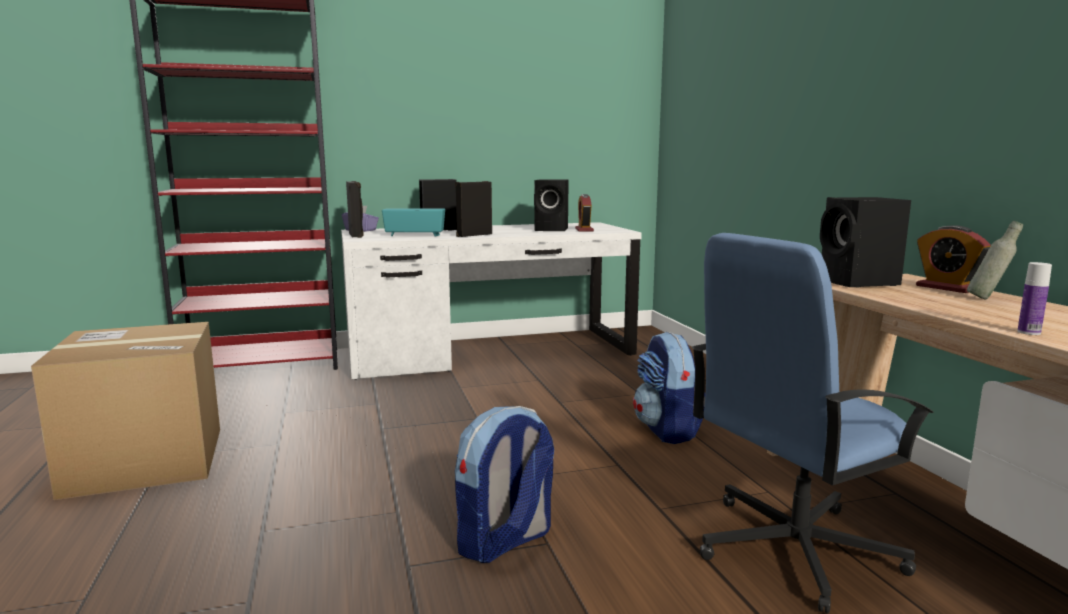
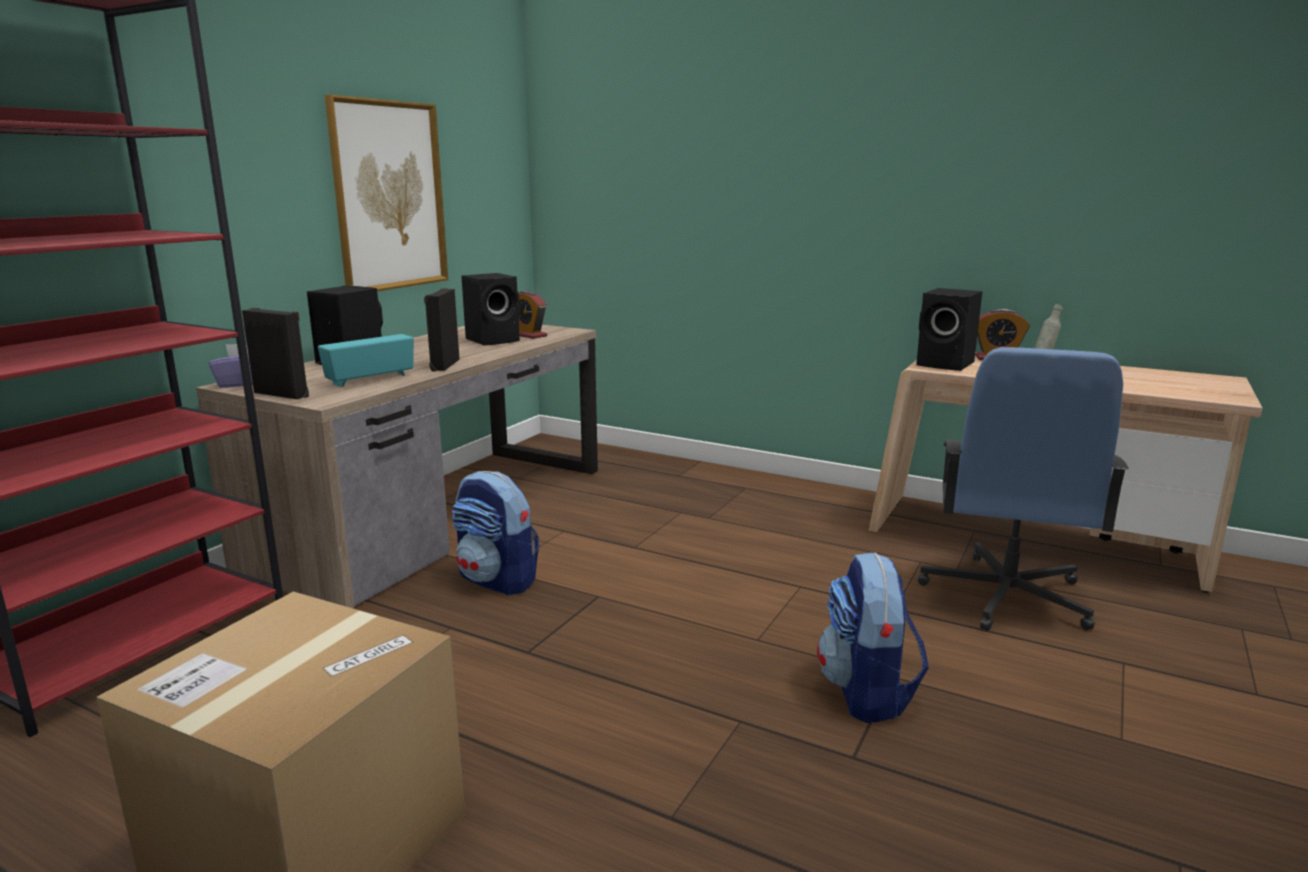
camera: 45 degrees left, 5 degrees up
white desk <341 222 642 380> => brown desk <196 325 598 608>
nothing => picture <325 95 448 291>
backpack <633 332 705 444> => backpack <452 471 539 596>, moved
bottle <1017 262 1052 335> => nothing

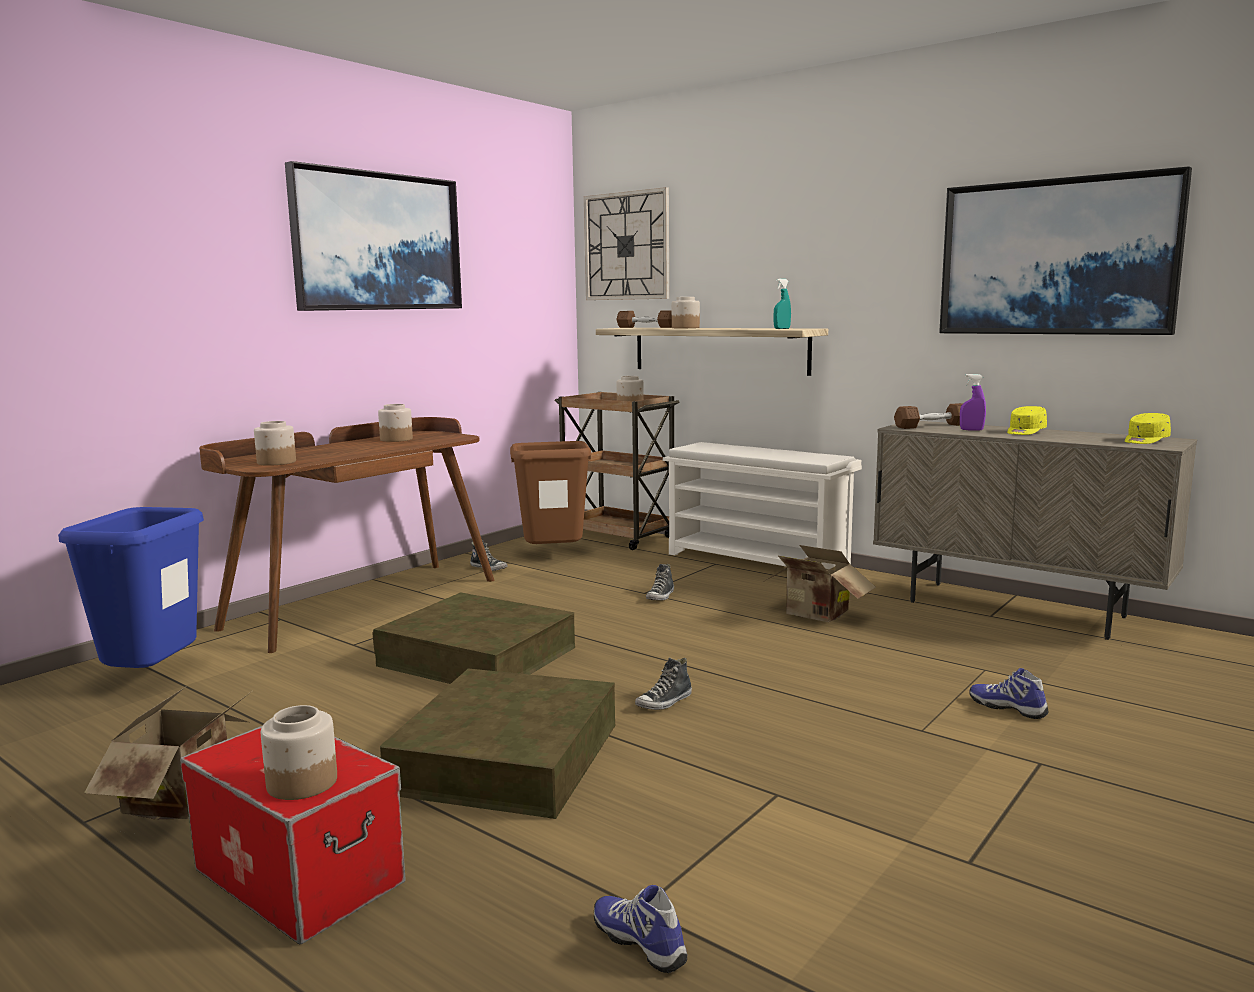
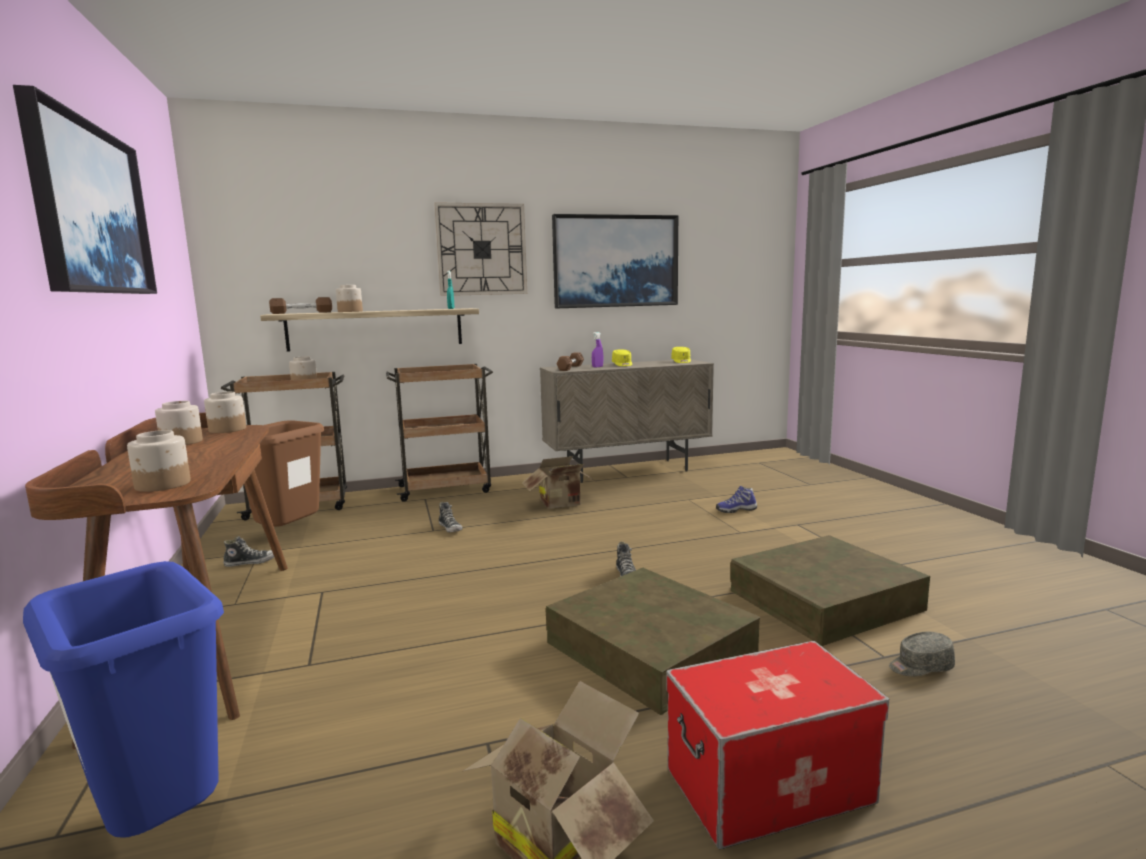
camera: 55 degrees left, 0 degrees up
jar <261 705 337 800> => jar <204 392 246 433>, moved
white shoe rack <663 442 862 569> => brown cart <386 364 493 502>
wall clock <584 187 669 300> => wall clock <434 202 527 296>, moved
brown storage box <373 592 575 684> => brown storage box <730 535 930 646>, moved
shoe <594 885 687 973> => grey cap <889 632 955 676>

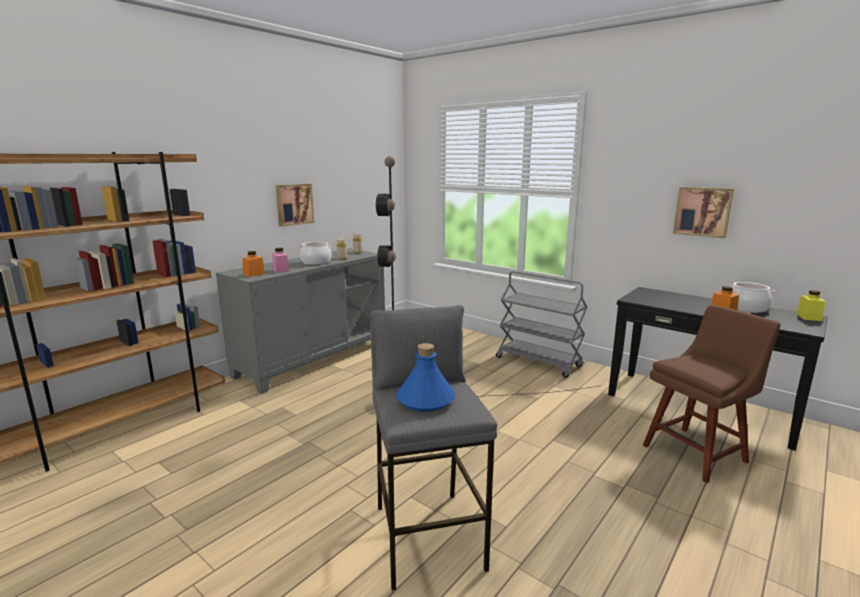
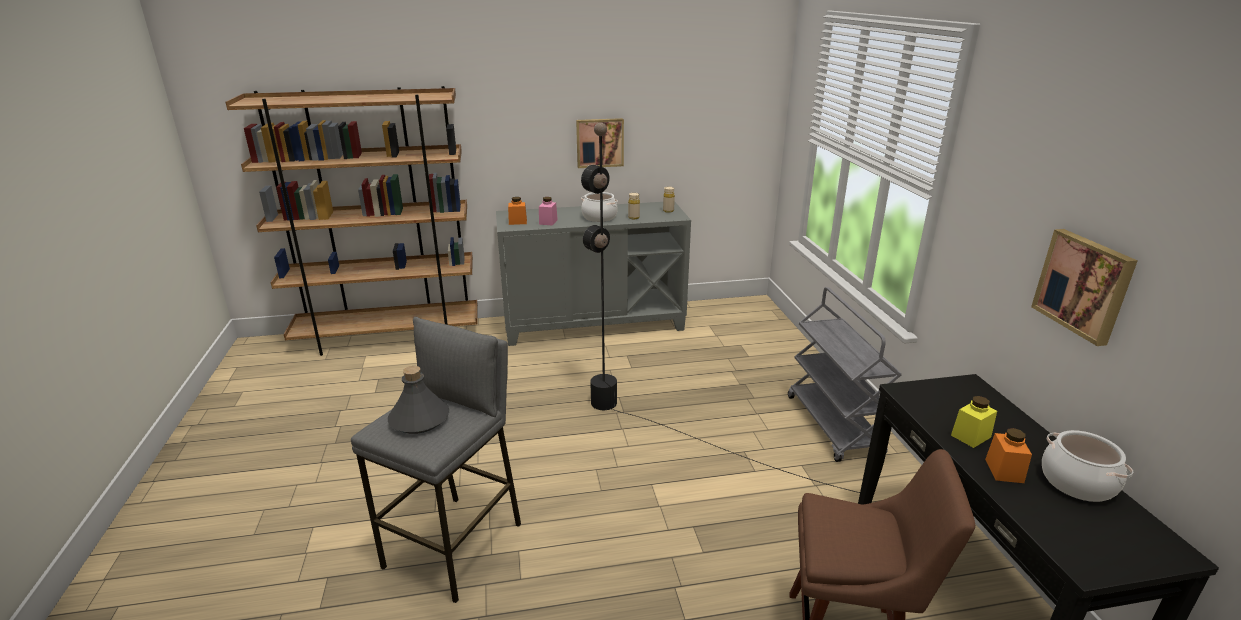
camera: 40 degrees right, 10 degrees up
blue bottle <396 343 456 412> => grey bottle <388 366 449 434>
yellow jar <796 290 826 321> => yellow jar <951 396 997 448>, moved

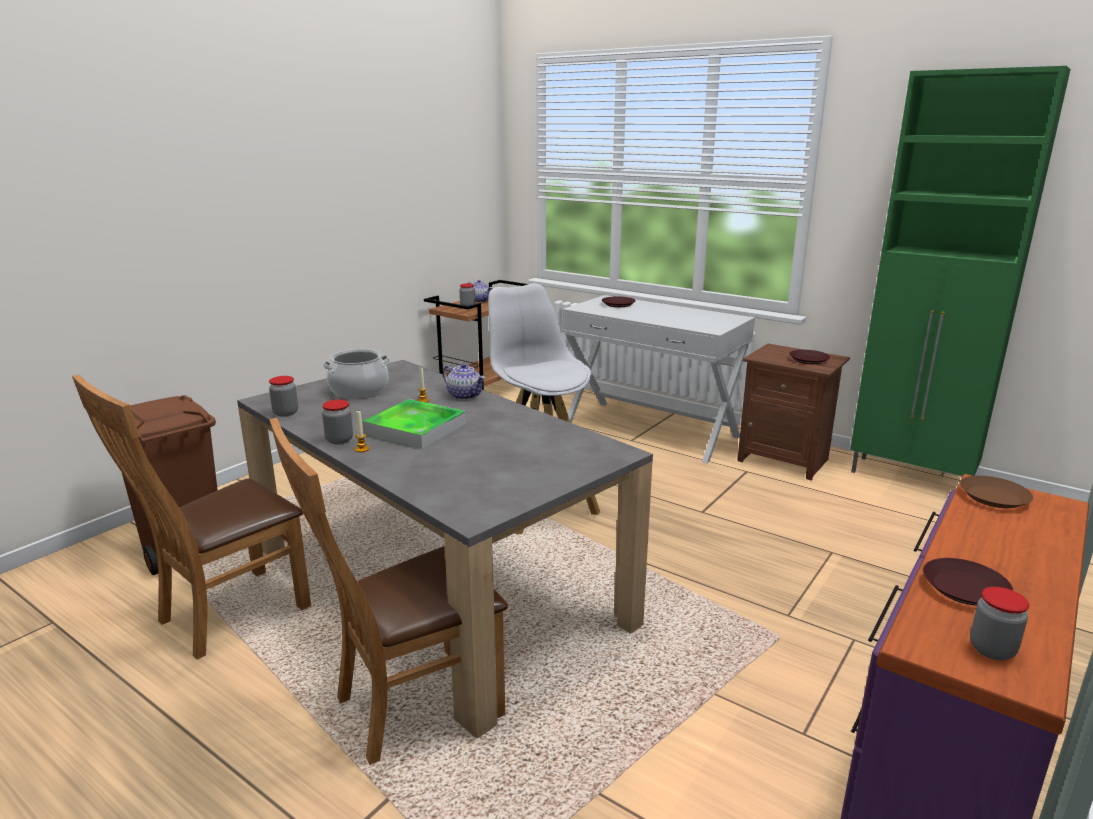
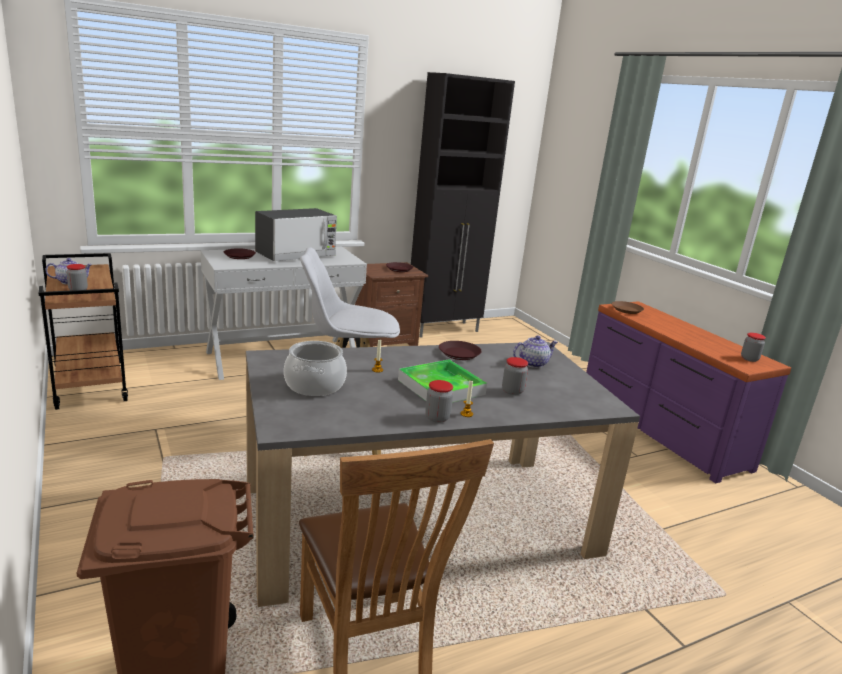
camera: 65 degrees left, 0 degrees up
nothing => microwave <255 208 337 261>
green cabinet <850 66 1071 476> => black cabinet <411 72 515 338>
brown plate <923 558 1013 606> => brown plate <439 341 482 360>, moved
jar <269 376 298 417> => jar <502 357 528 395>, moved
teapot <443 363 486 400> => teapot <513 336 558 368>, moved
brown chair <269 418 508 765> => nothing

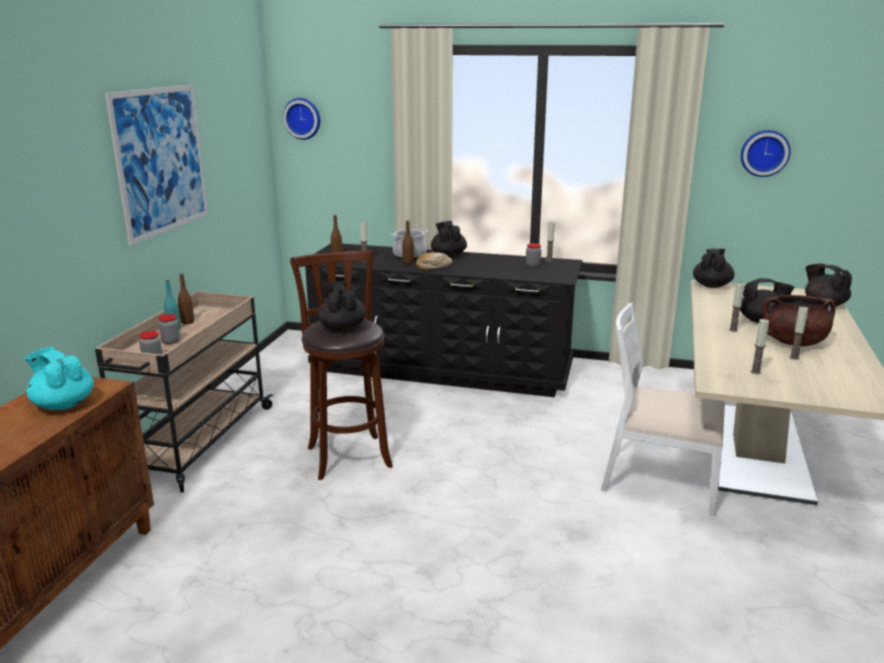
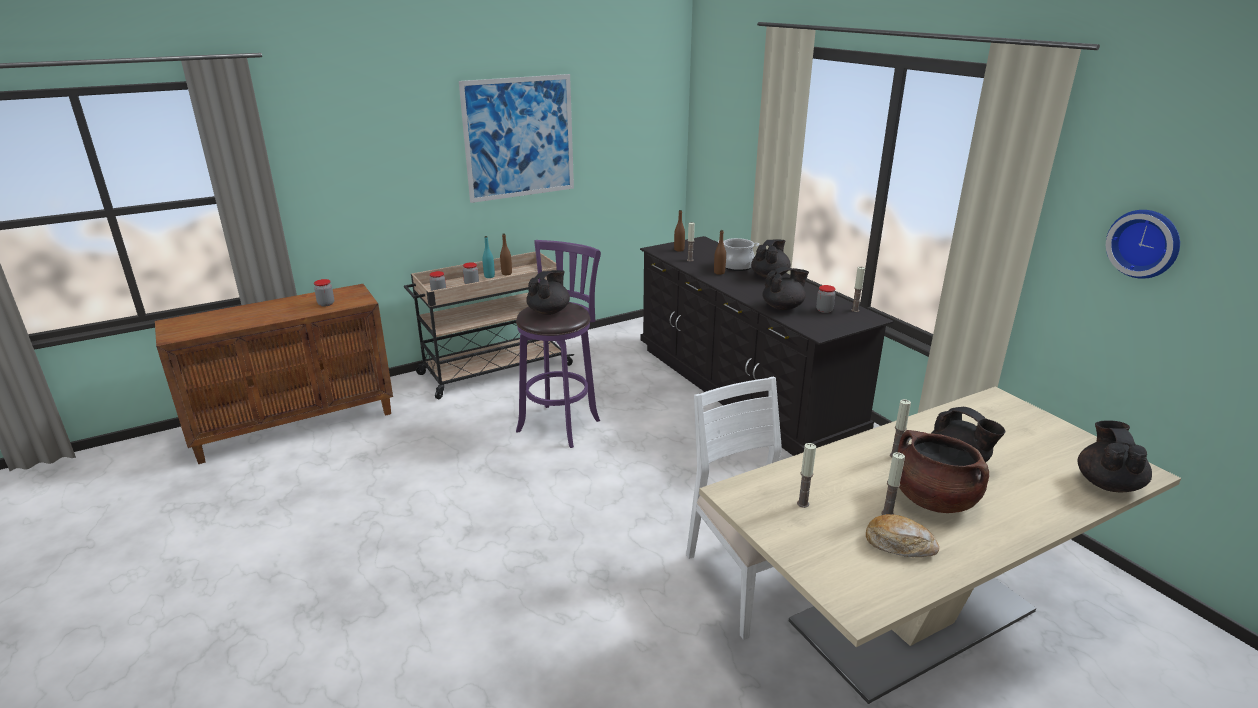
camera: 45 degrees right, 5 degrees up
turquoise teapot <24 347 94 410> => jar <314 279 334 306>
brown stool <290 250 393 480> => purple stool <516 240 601 448>
black teapot <693 249 735 288> => black teapot <763 267 809 310>, moved
bread <416 252 453 270> => bread <866 514 939 557>, moved
wall clock <283 98 320 140> => nothing

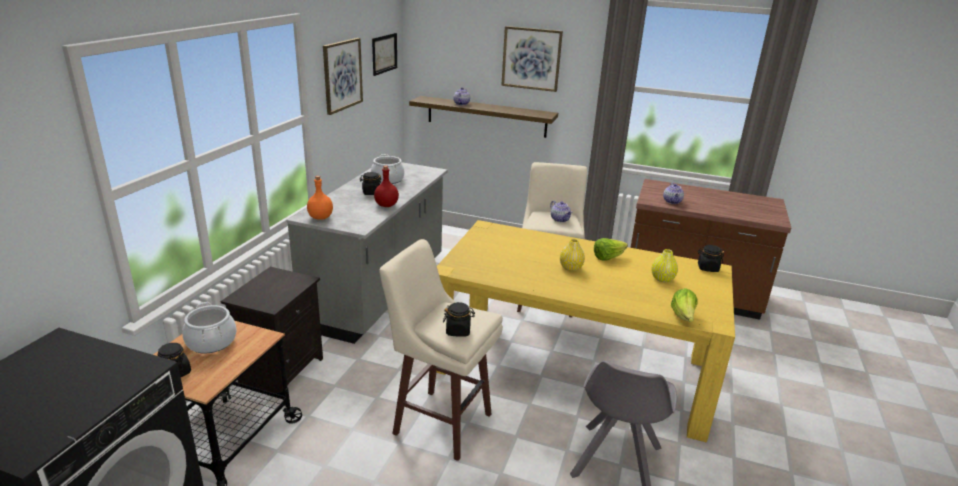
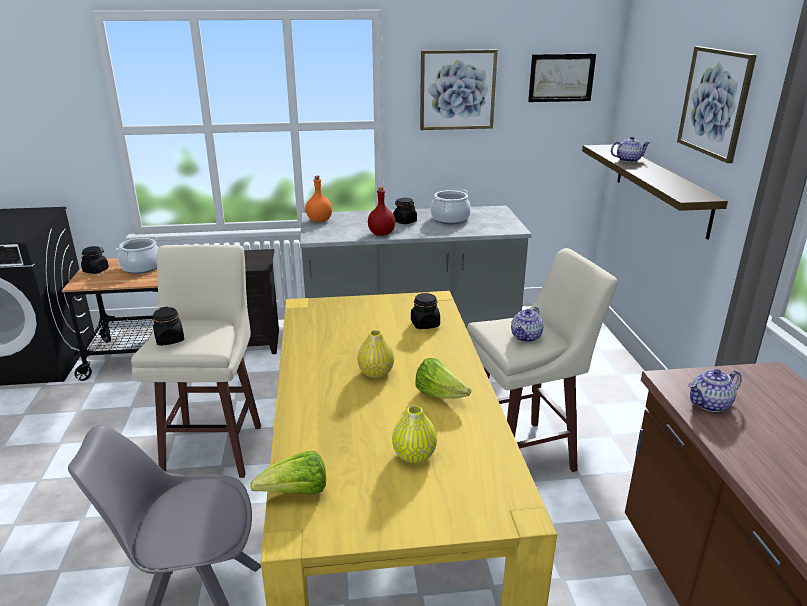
camera: 65 degrees right, 0 degrees up
black jar <698 245 724 272> => black jar <411 293 440 329>, moved

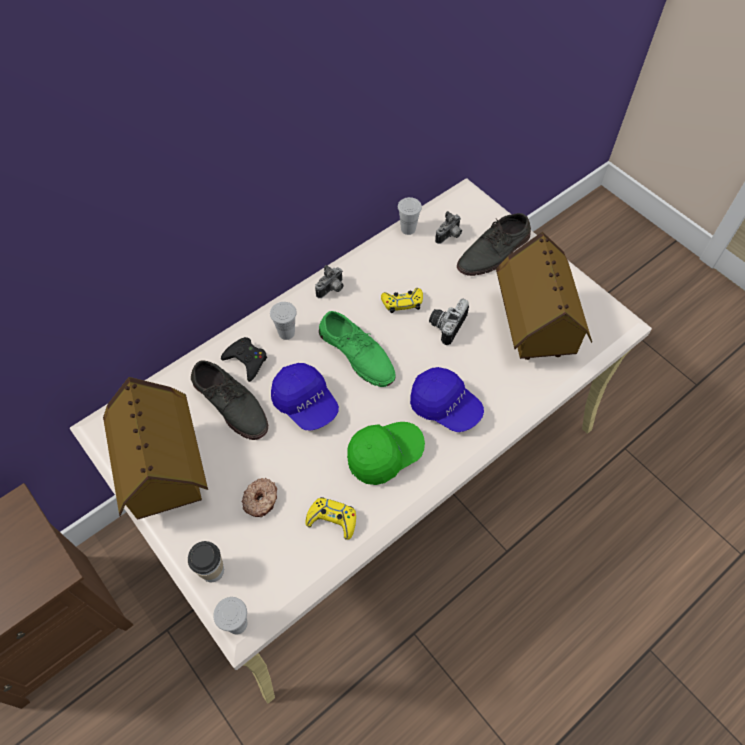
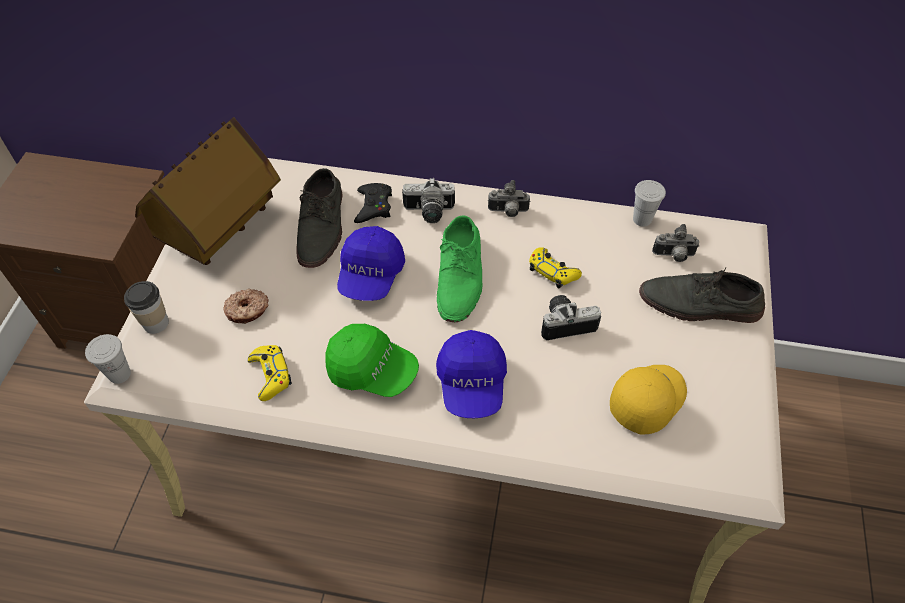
camera: 50 degrees right, 5 degrees down
white cup <270 302 297 340> => photo camera <402 178 455 223>
toy house <496 231 592 360> => yellow cap <610 365 687 435>

